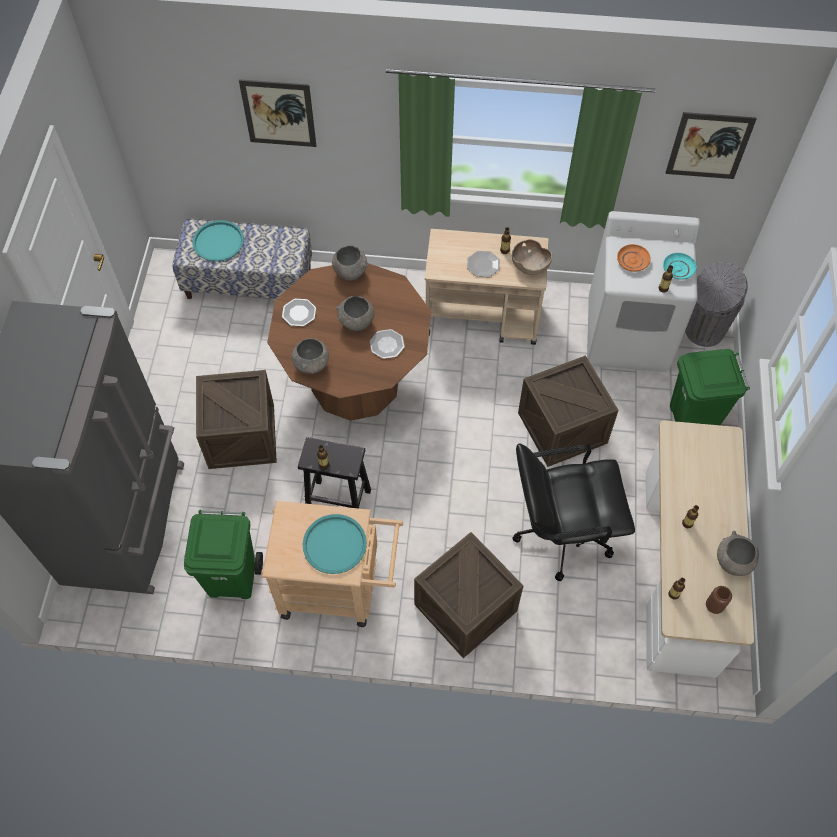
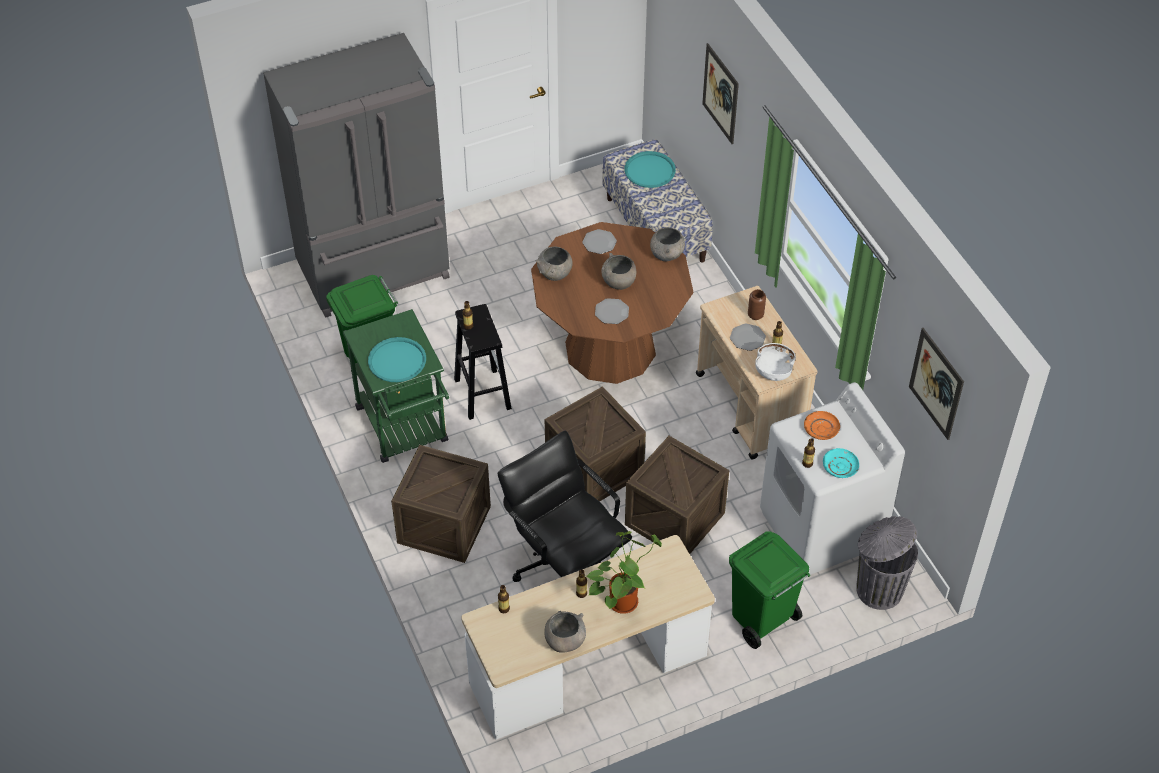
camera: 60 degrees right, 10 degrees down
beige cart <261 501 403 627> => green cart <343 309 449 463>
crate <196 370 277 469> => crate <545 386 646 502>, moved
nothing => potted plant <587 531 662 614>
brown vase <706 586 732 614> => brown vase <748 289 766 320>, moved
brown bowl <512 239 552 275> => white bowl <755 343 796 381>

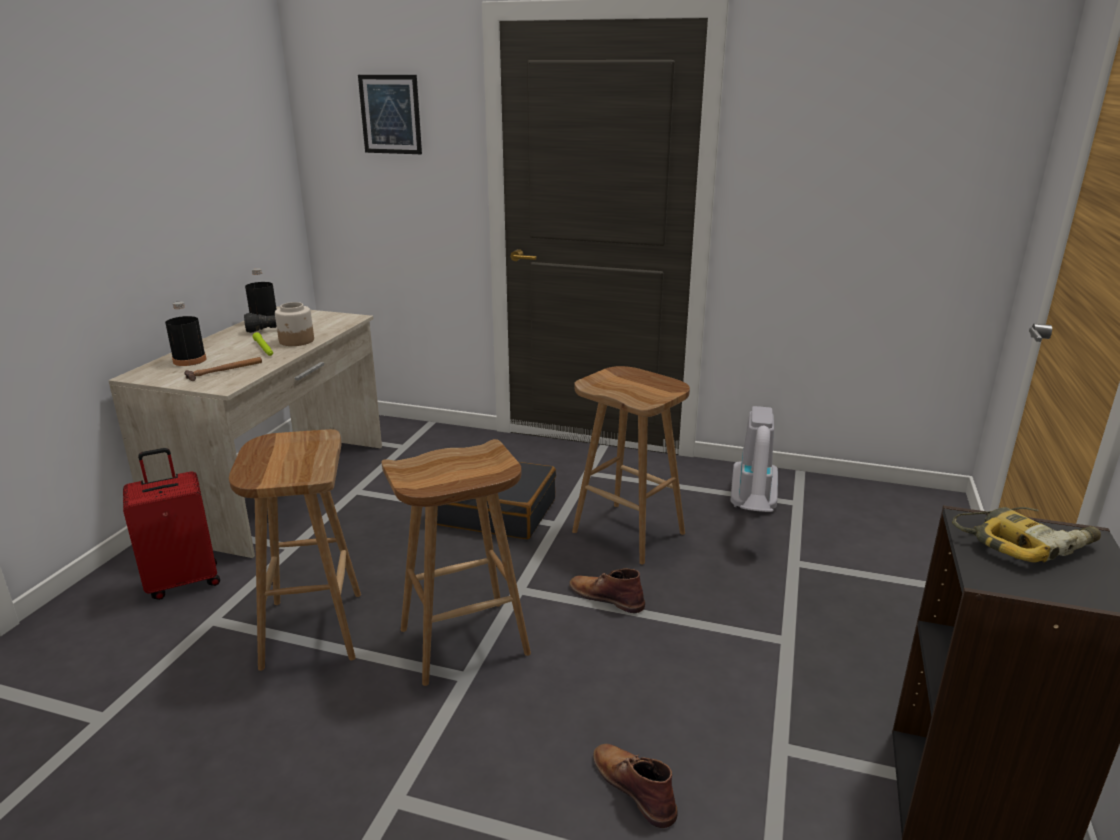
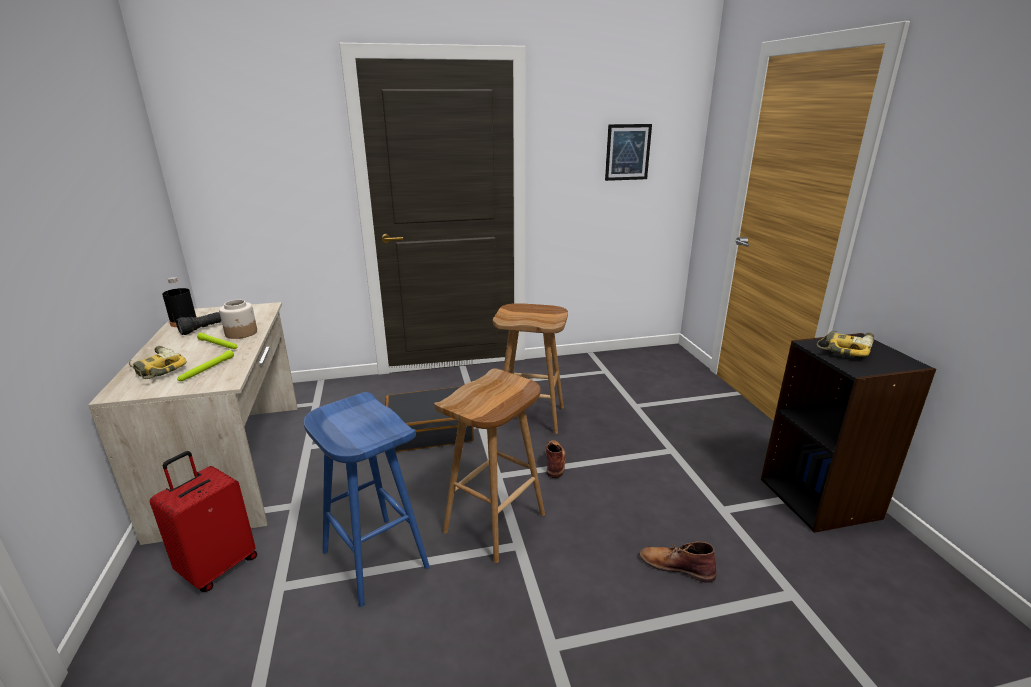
camera: 30 degrees left, 0 degrees up
black bottle <165 302 207 366> => power drill <129 346 187 379>
hammer <184 357 262 381> => green flashlight <177 350 234 381>
brown stool <229 429 361 671> => blue stool <303 392 430 607>
brown boot <569 568 645 613> => brown boot <545 440 566 478>, 90 degrees clockwise
picture <358 75 422 154> => picture <605 124 652 181>, moved
vacuum cleaner <731 406 778 512> => nothing

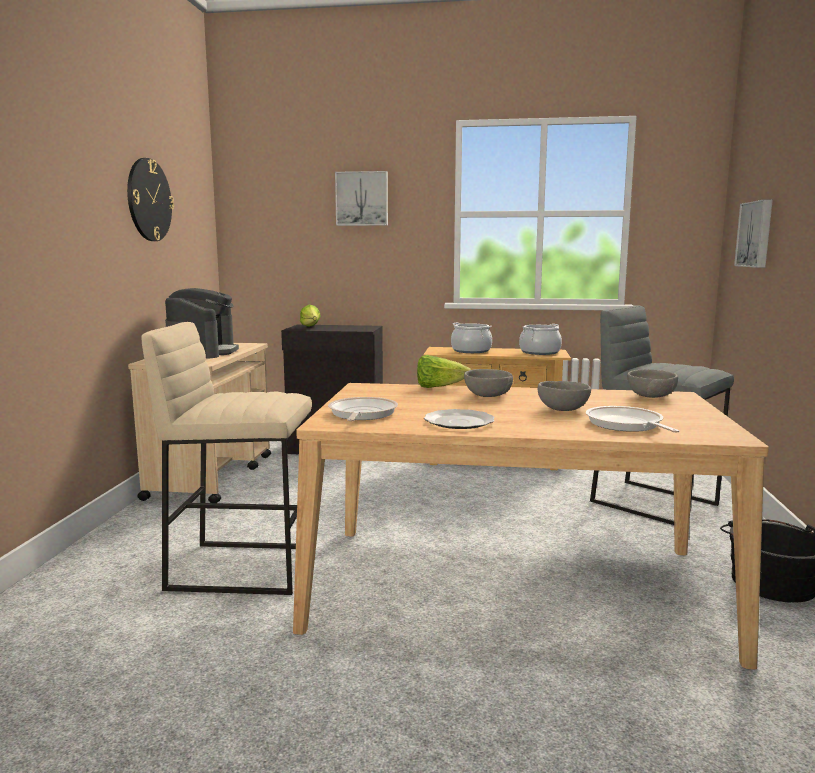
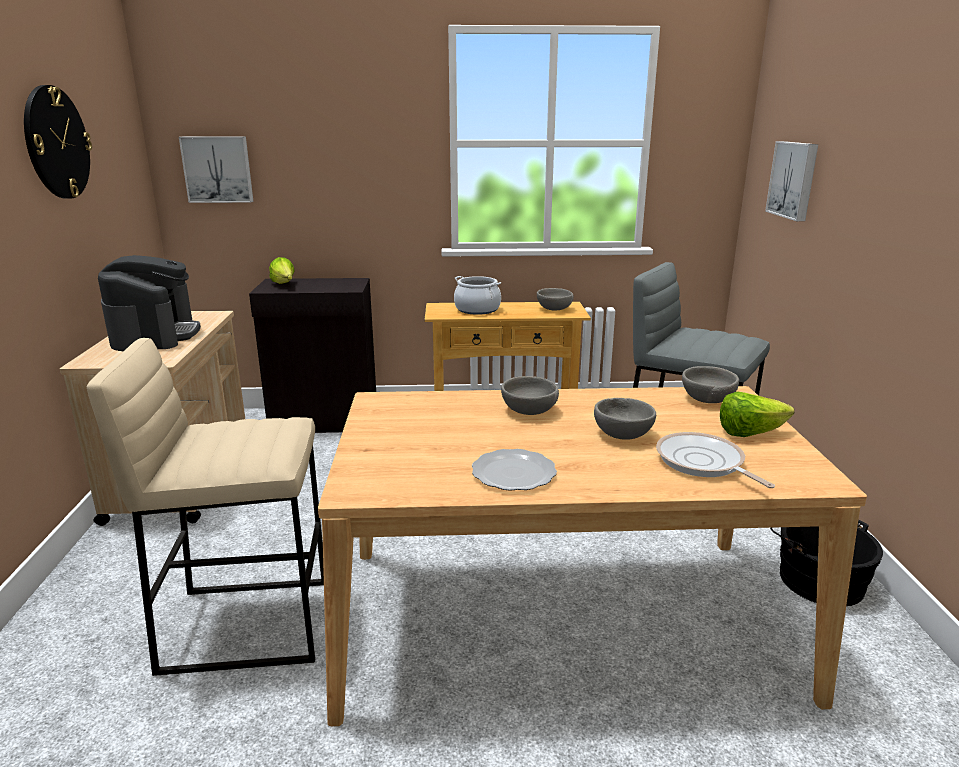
camera: 10 degrees left, 10 degrees up
picture <335 171 388 226> => picture <179 137 254 203>, moved
cooking pot <519 324 562 355> => grey bowl <537 288 574 310>
lettuce <417 355 471 388> => lettuce <720 391 795 437>, moved
frying pan <328 397 398 421> => nothing

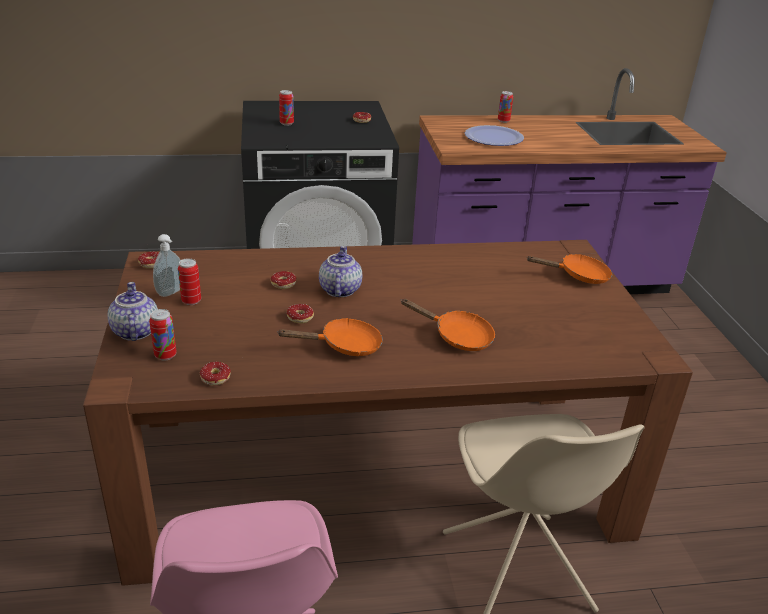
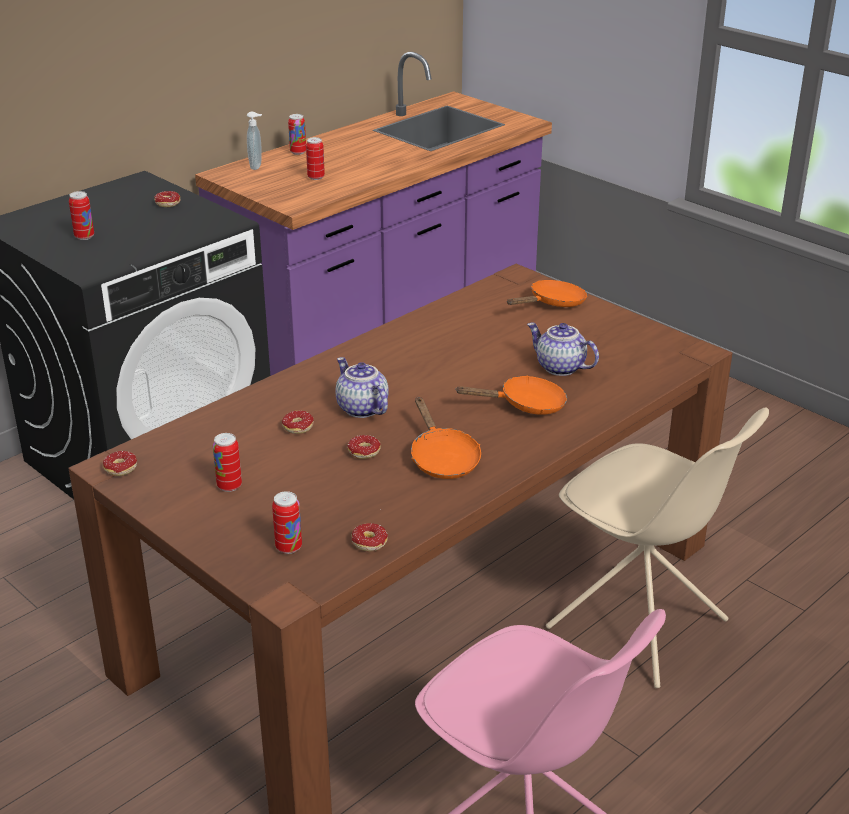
camera: 35 degrees left, 0 degrees up
soap dispenser <153 234 181 297> => soap dispenser <247 112 262 170>, moved
plate <465 125 524 146> => can <306 137 325 180>
orange frying pan <277 318 383 356> => orange frying pan <411 397 481 479>, 120 degrees clockwise
teapot <108 282 158 341> => teapot <527 323 599 376>, moved

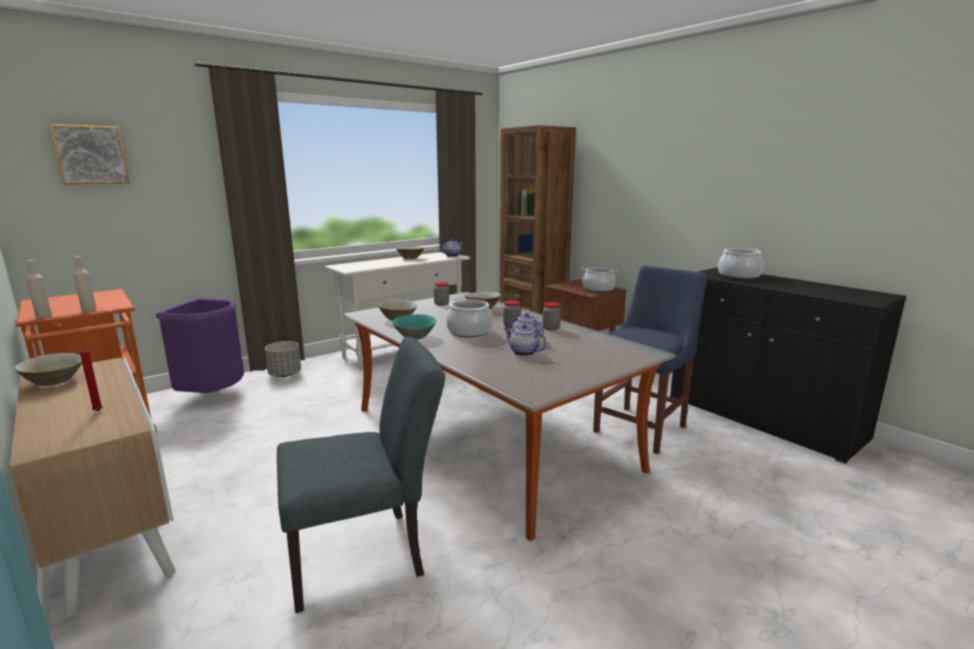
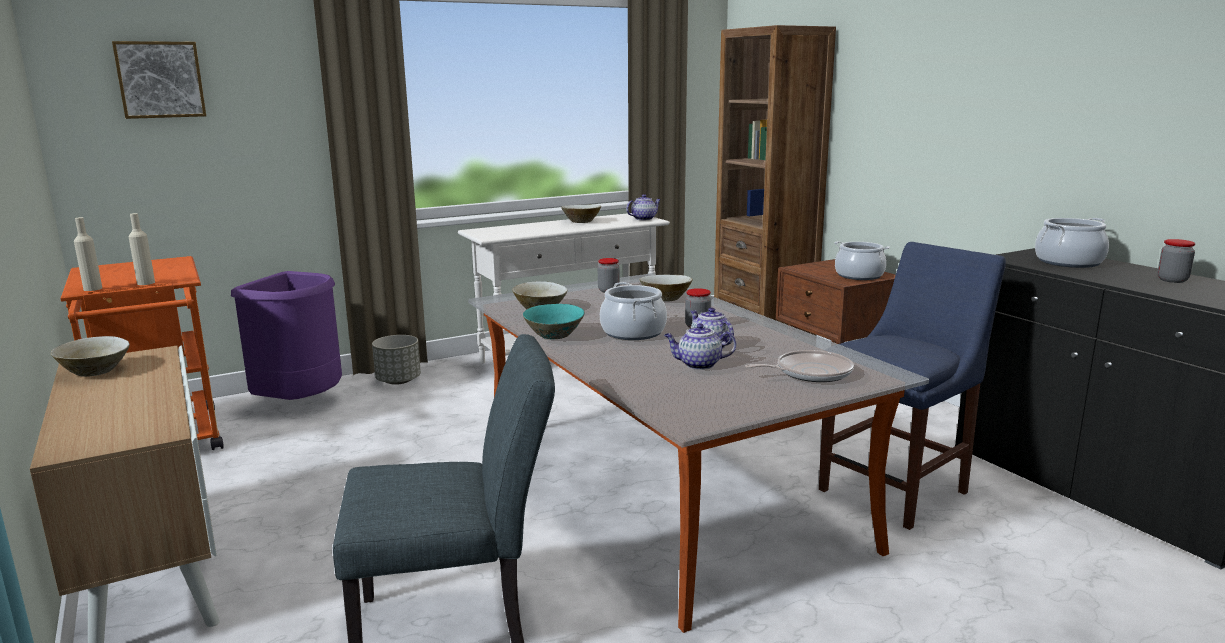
camera: 10 degrees right, 0 degrees up
teapot <504 324 547 356> => teapot <664 324 736 370>, 45 degrees counterclockwise
nothing => frying pan <745 350 854 382>
jar <543 302 561 331> => jar <1157 239 1195 283>, moved
red candle <80 342 103 411> => nothing

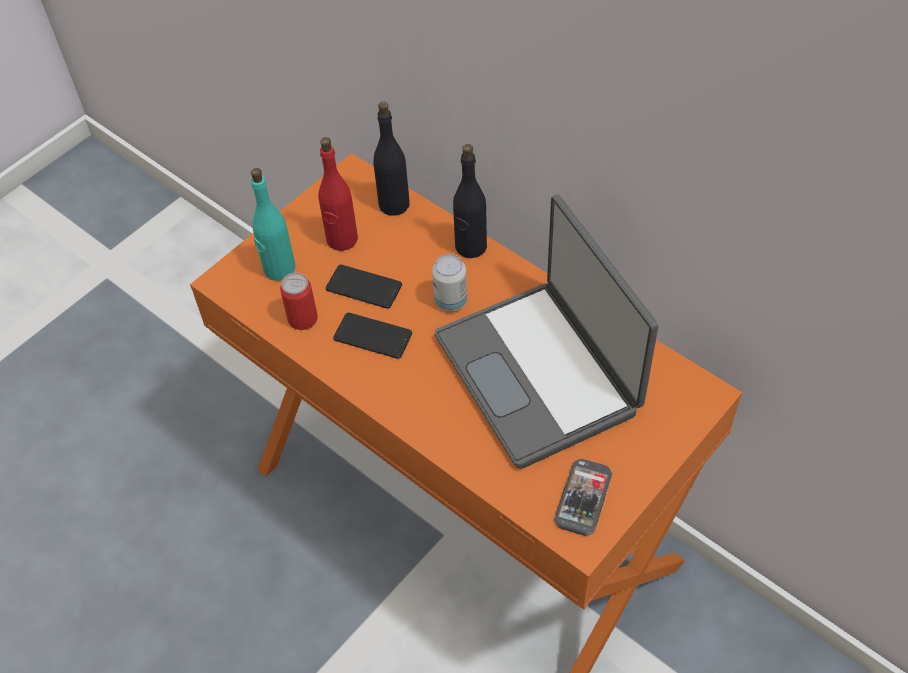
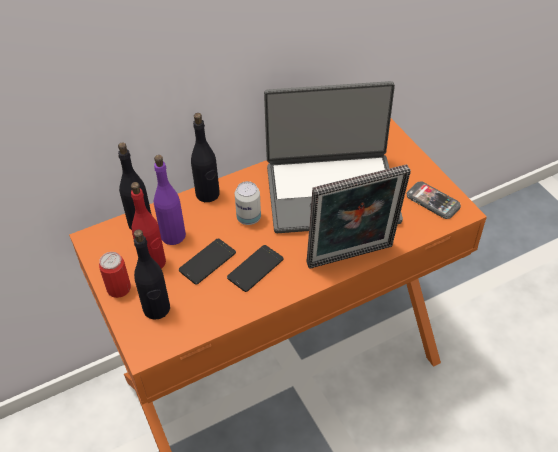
camera: 70 degrees left, 5 degrees down
can <280 273 318 330> => can <99 252 131 298>, moved
turquoise bottle <251 168 295 281> => black bottle <134 229 170 320>
nothing => purple bottle <154 155 186 245>
nothing => picture frame <307 165 411 269>

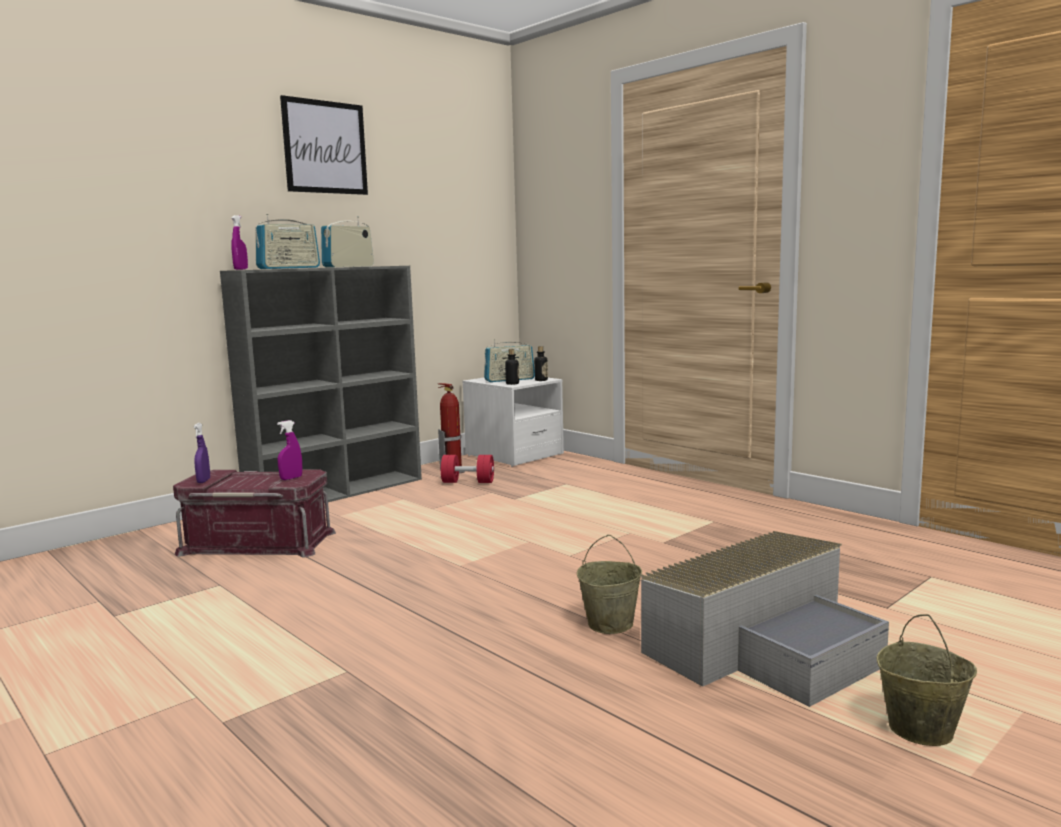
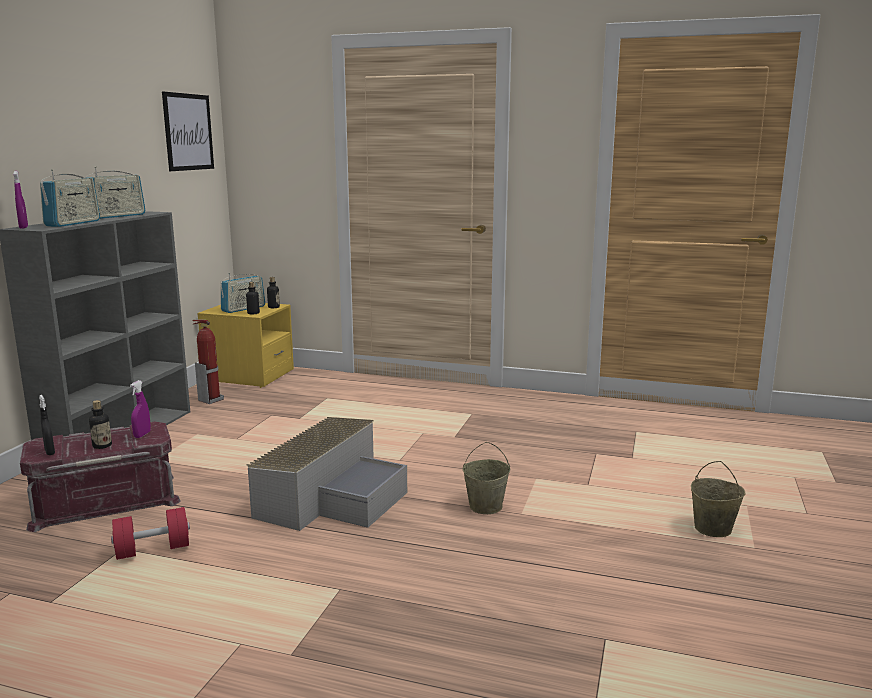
camera: 30 degrees left, 5 degrees up
purple spray bottle <193 423 210 483> => black spray bottle <39 395 55 455>
radio <321 216 374 267> => radio <85 166 145 219>, 150 degrees counterclockwise
nothing => bottle <89 400 112 449>
red dumbbell <441 455 494 483> => red dumbbell <111 507 190 560>, moved
picture <280 95 368 195> => picture <162 92 214 171>, moved
white nightstand <462 377 564 467> => yellow nightstand <197 303 294 388>
grey storage box <640 531 889 707> => grey storage box <247 417 407 531>, moved

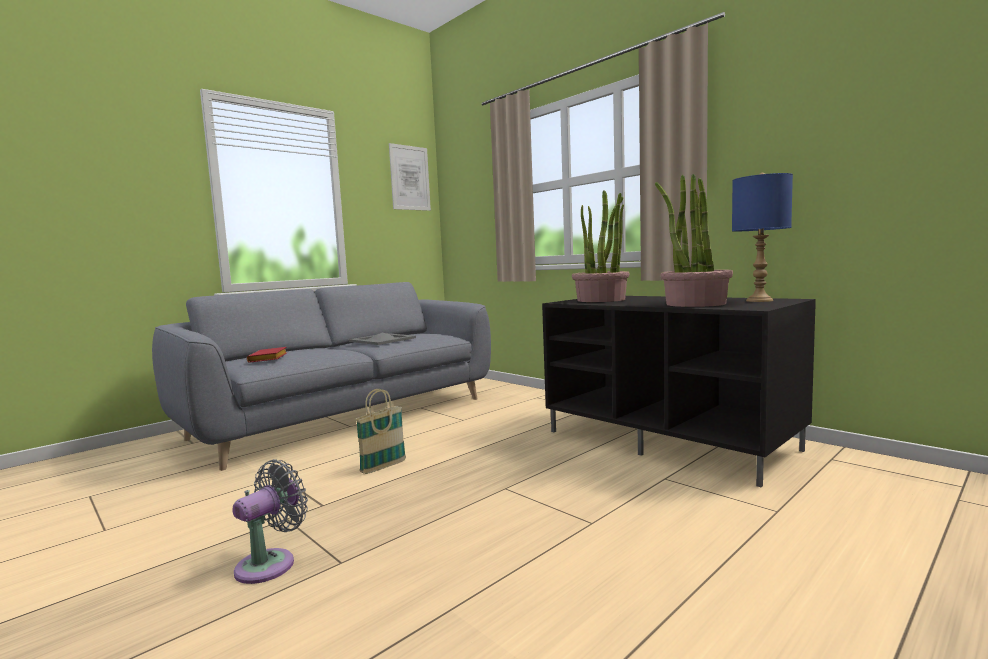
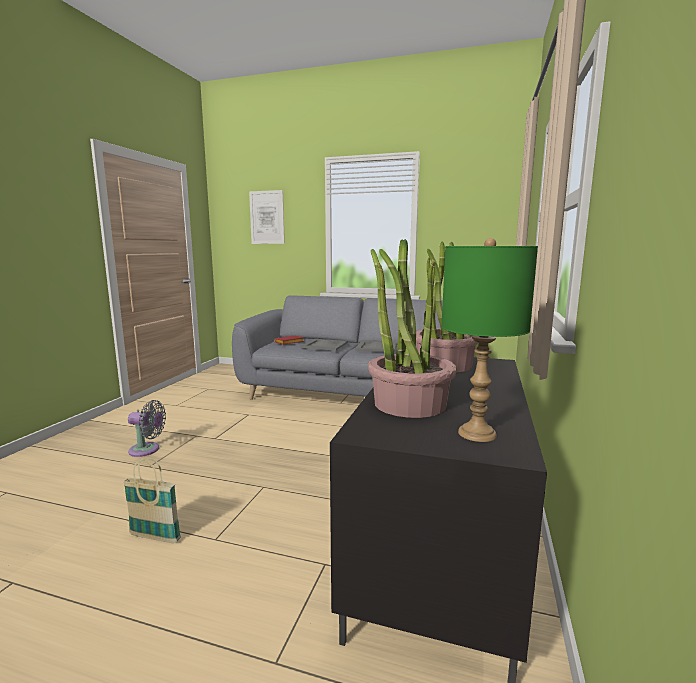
camera: 60 degrees right, 5 degrees up
basket <355 389 406 474> => basket <123 457 181 543>, moved
picture <389 143 431 211> => picture <249 190 285 244>, moved
nothing => grey tray <300 339 348 351>
blue table lamp <732 173 793 302> => green table lamp <441 238 538 442>

